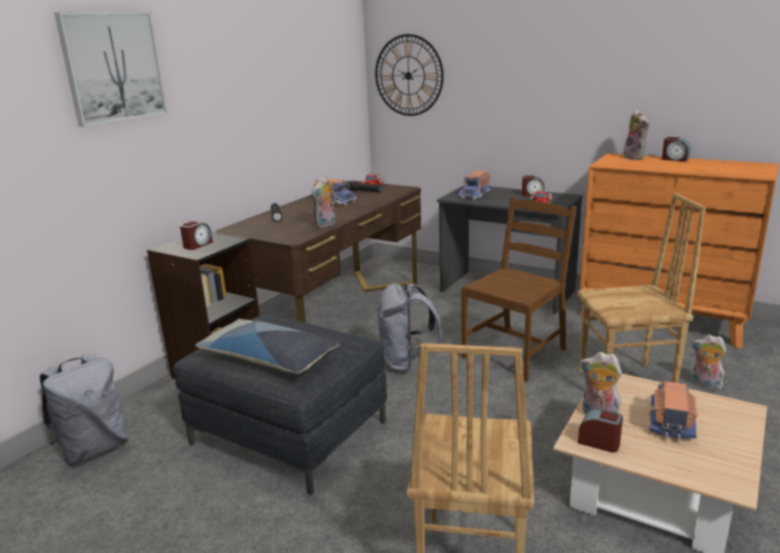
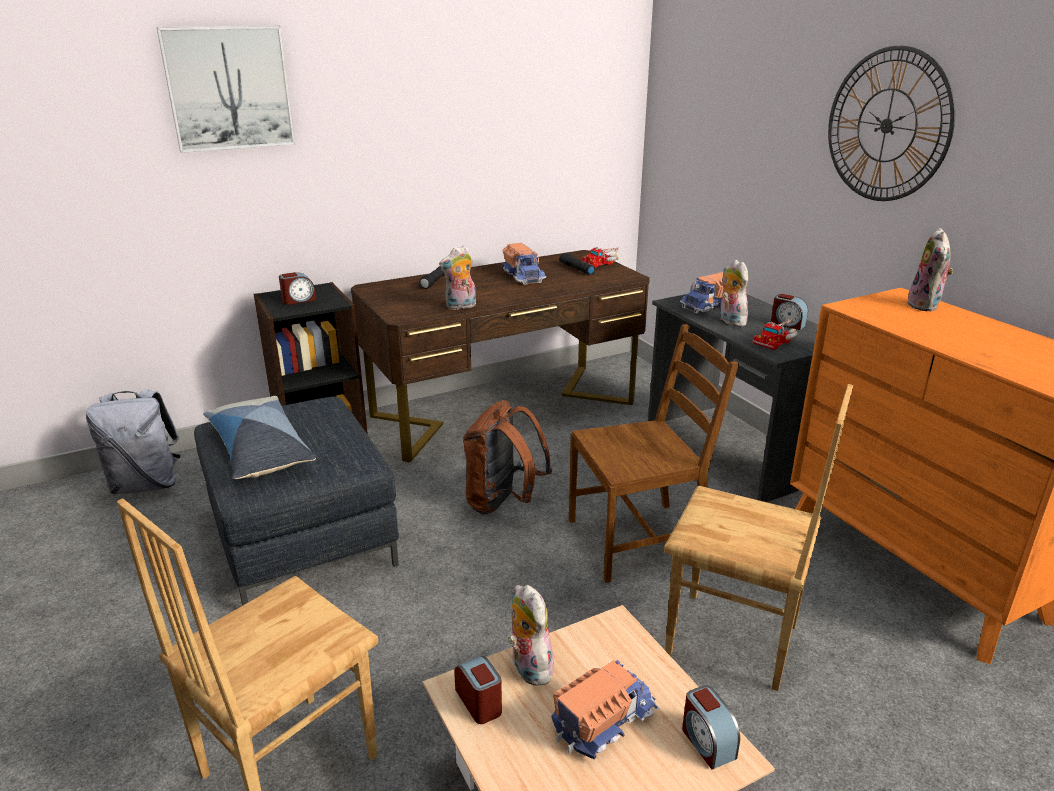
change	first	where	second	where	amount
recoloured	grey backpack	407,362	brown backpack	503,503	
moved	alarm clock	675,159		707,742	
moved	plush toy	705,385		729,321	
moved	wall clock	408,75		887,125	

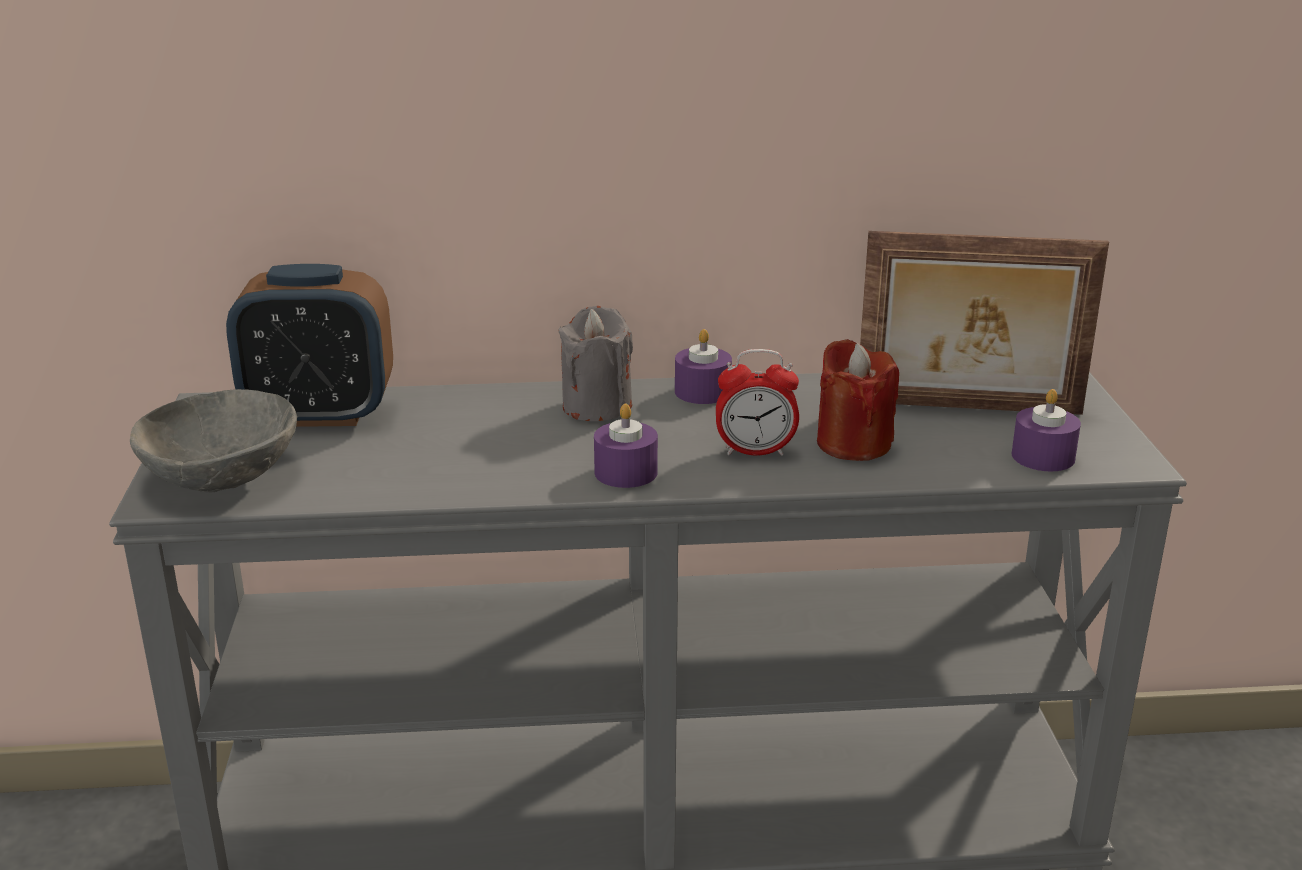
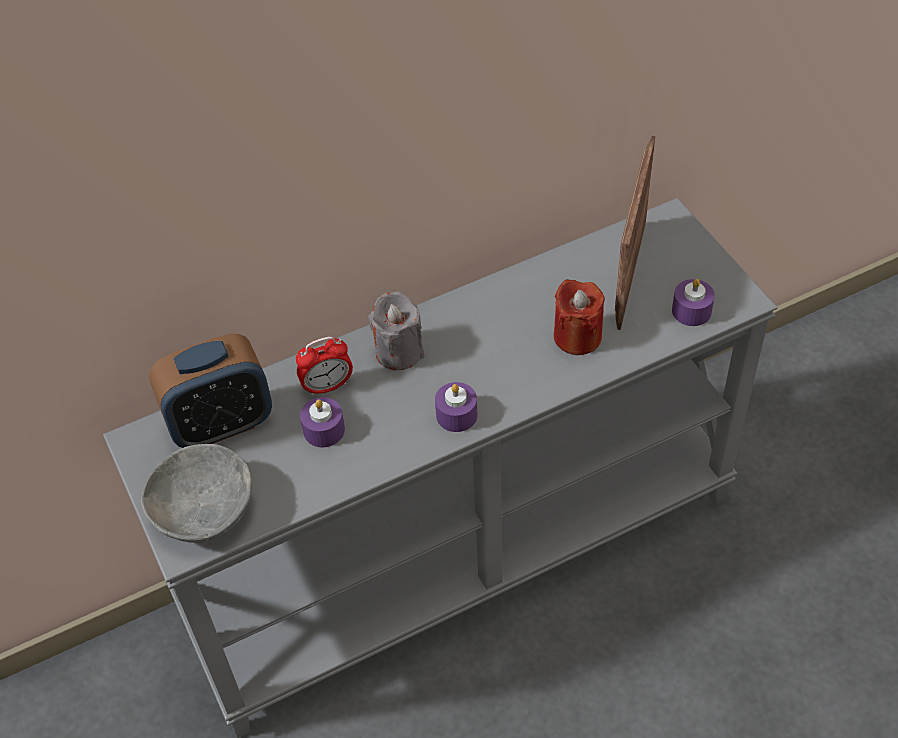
change	first	where	second	where	amount
moved	alarm clock	755,451		327,386	
moved	purple candle	702,392		324,430	
turned	picture frame	968,409		629,274	120 degrees clockwise

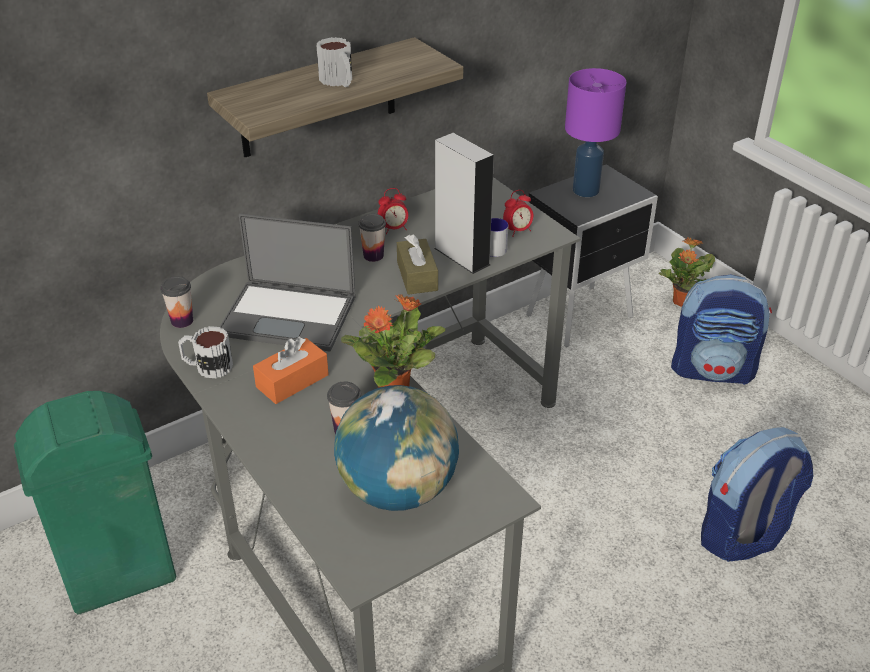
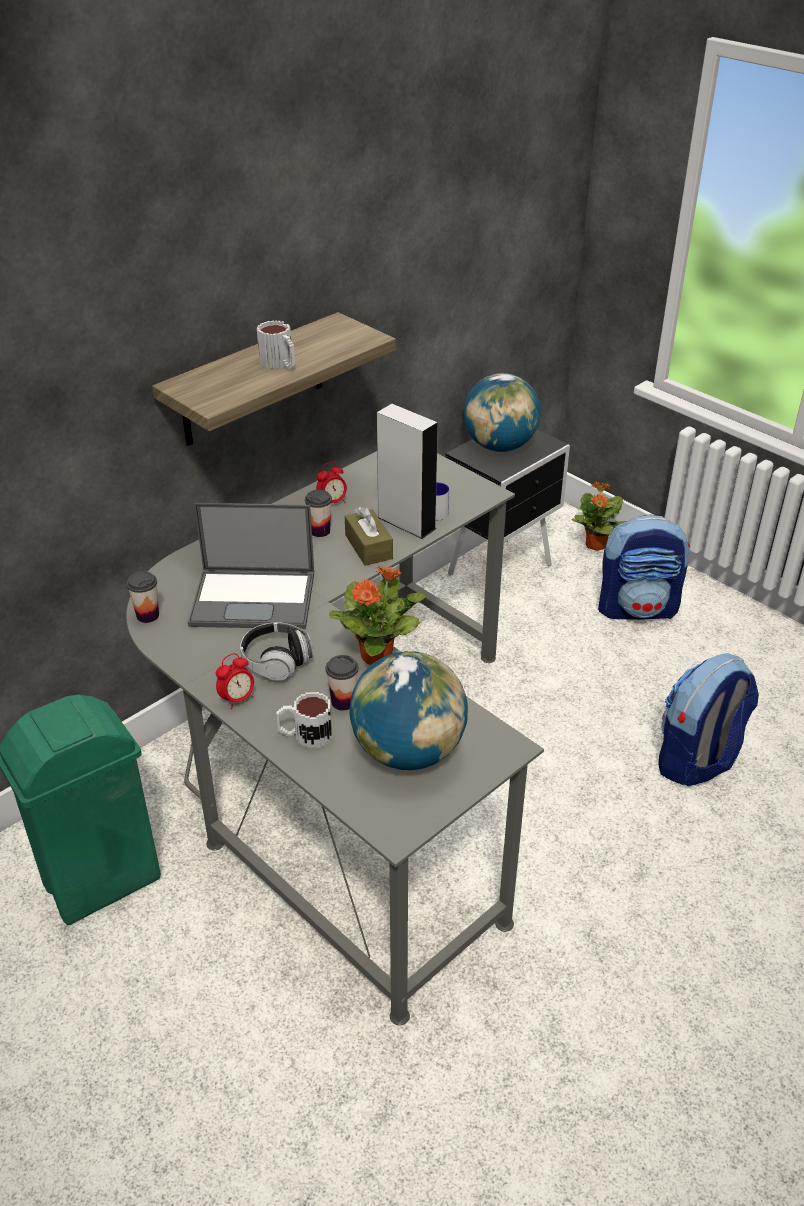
change	first	where	second	where	amount
moved	alarm clock	517,231		237,699	
replaced	orange tissue box	292,381	headphones	276,662	
moved	mug	207,366		305,735	
replaced	purple table lamp	585,191	globe	500,446	

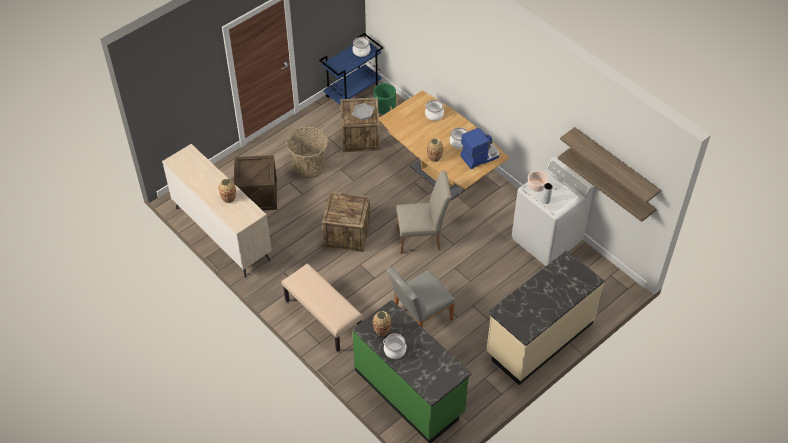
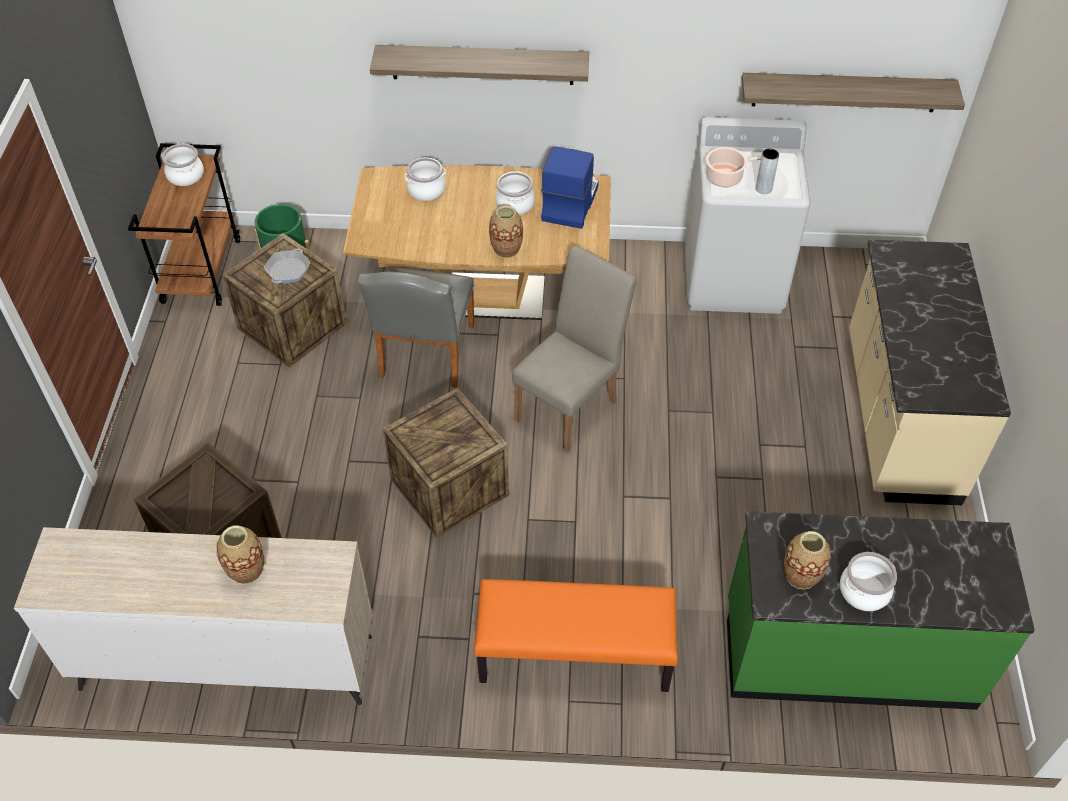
change	first	where	second	where	amount
recoloured	blue cart	353,93	brown cart	201,270	
moved	grey chair	418,317		425,356	
moved	shelf	615,164		482,64	
recoloured	beige bench	322,317	orange bench	573,656	
removed	basket	309,165			

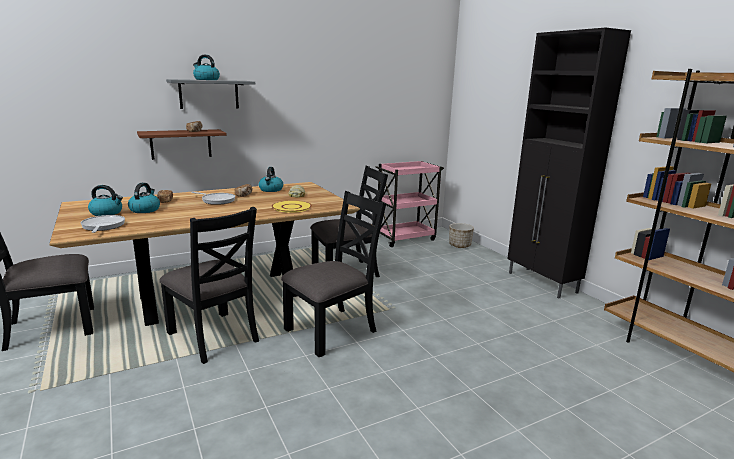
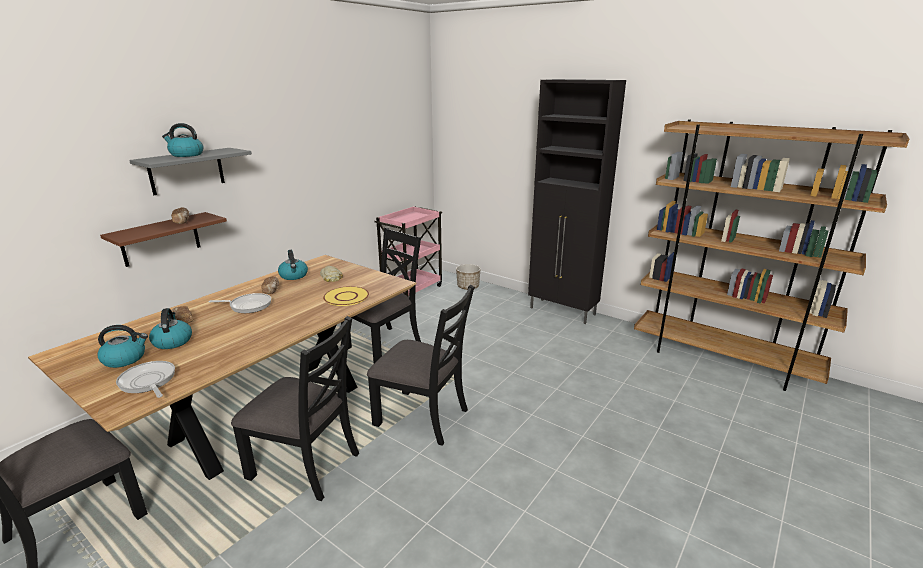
change	first	where	second	where	amount
turned	black chair	332,330		422,417	90 degrees clockwise

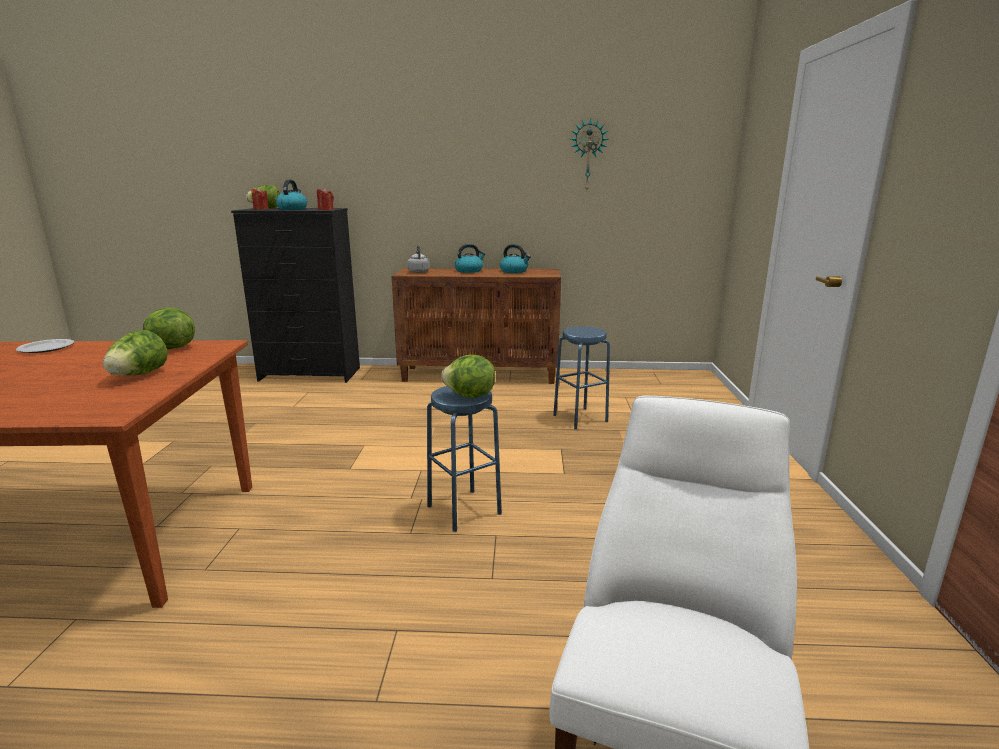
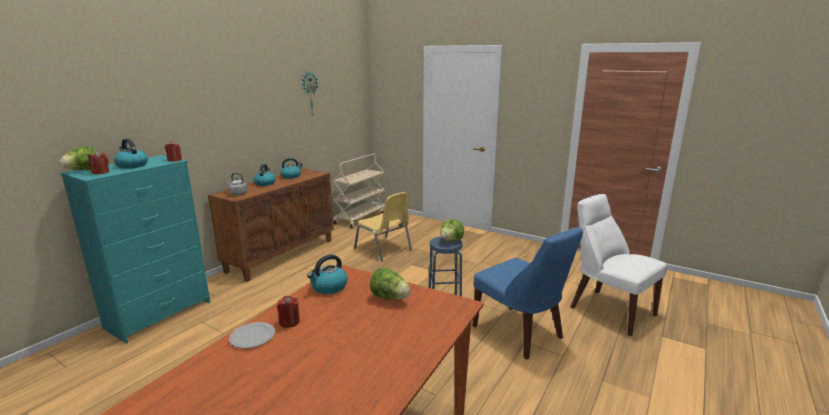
change	first	where	second	where	amount
recoloured	black dresser	310,374	turquoise dresser	160,314	
added			red candle	289,322	
replaced	lettuce	171,348	kettle	329,287	
added			beige cart	360,218	
replaced	blue stool	580,418	yellow chair	384,249	
added			blue chair	520,333	

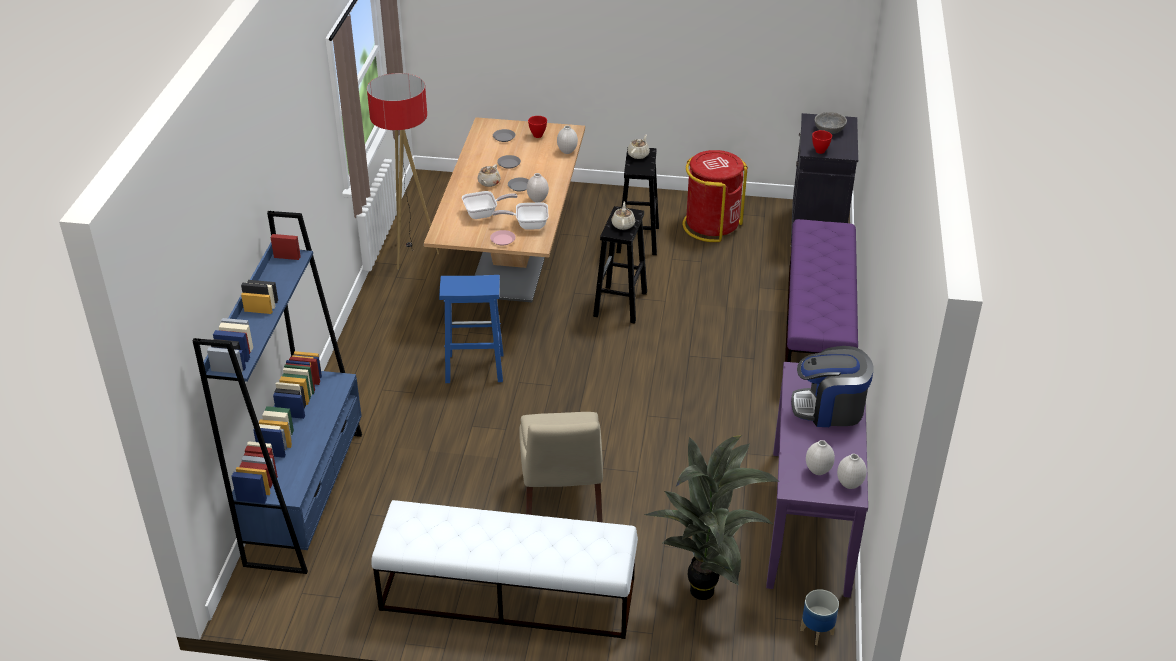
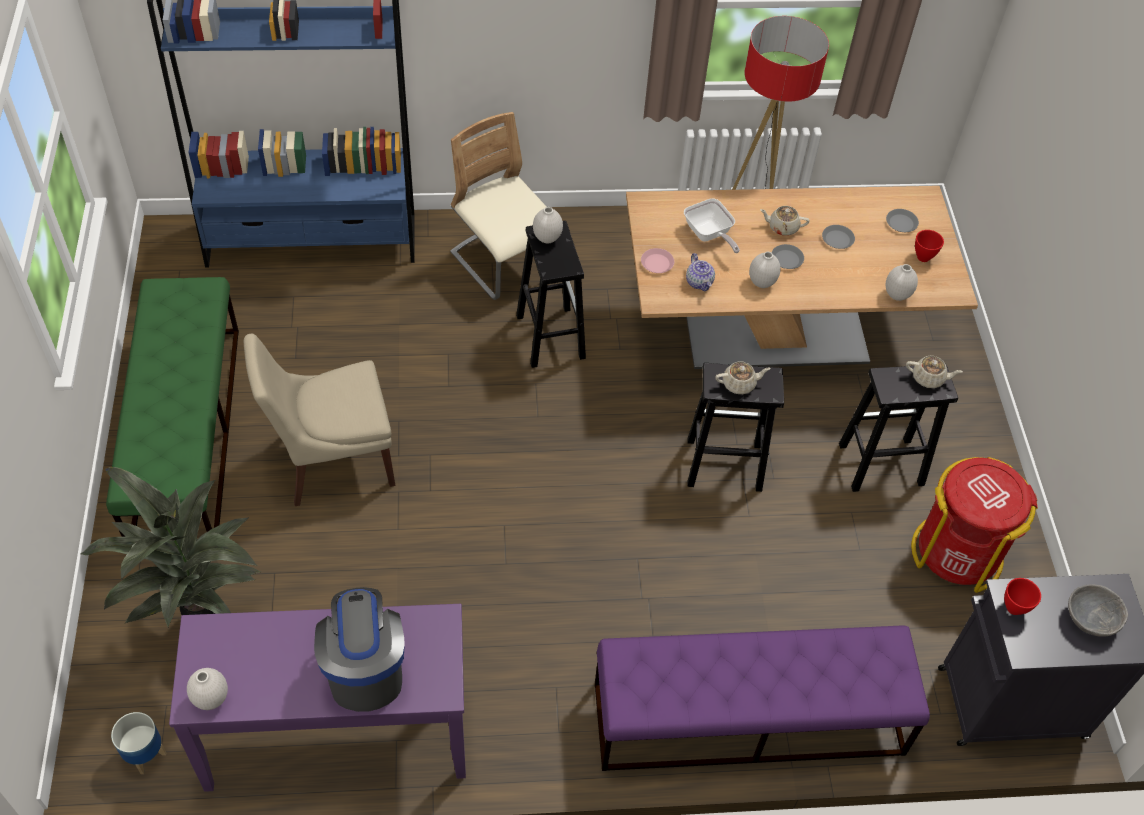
change	first	where	second	where	amount
recoloured	white bench	507,595	green bench	187,434	
added			beige chair	504,263	
recoloured	blue stool	473,368	black stool	550,335	
moved	white vase	817,470		547,238	
replaced	frying pan	528,225	teapot	699,282	

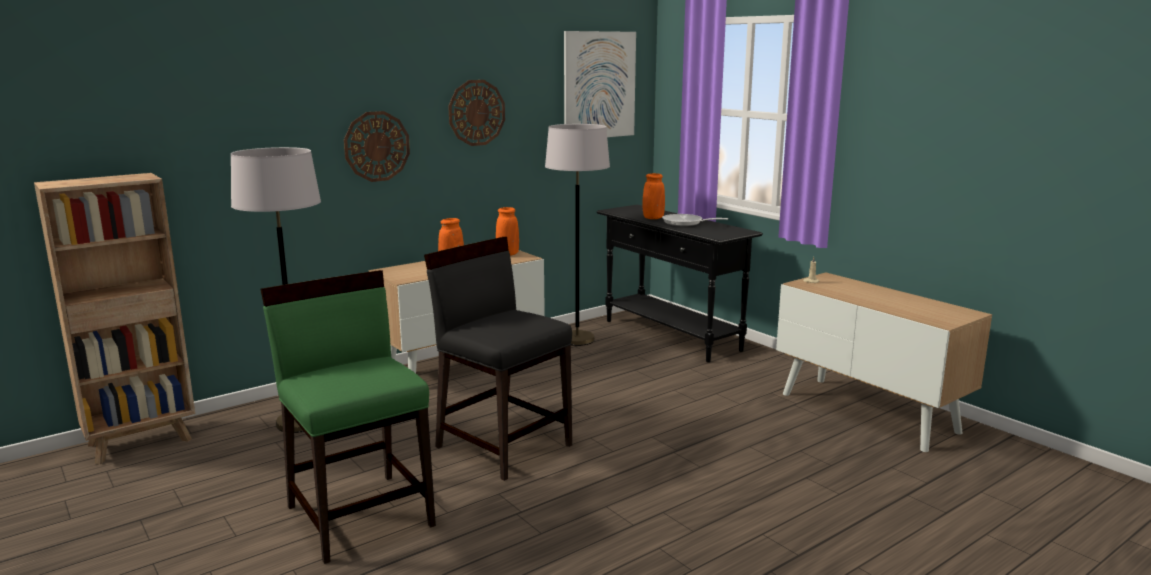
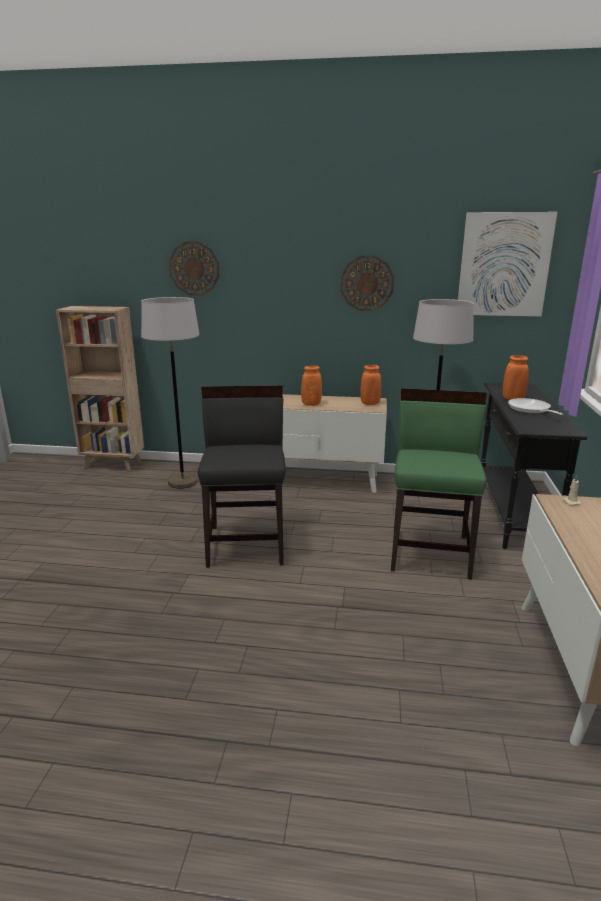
change	first	where	second	where	amount
moved	wall clock	377,146		194,268	
moved	green chair	360,514		430,552	

